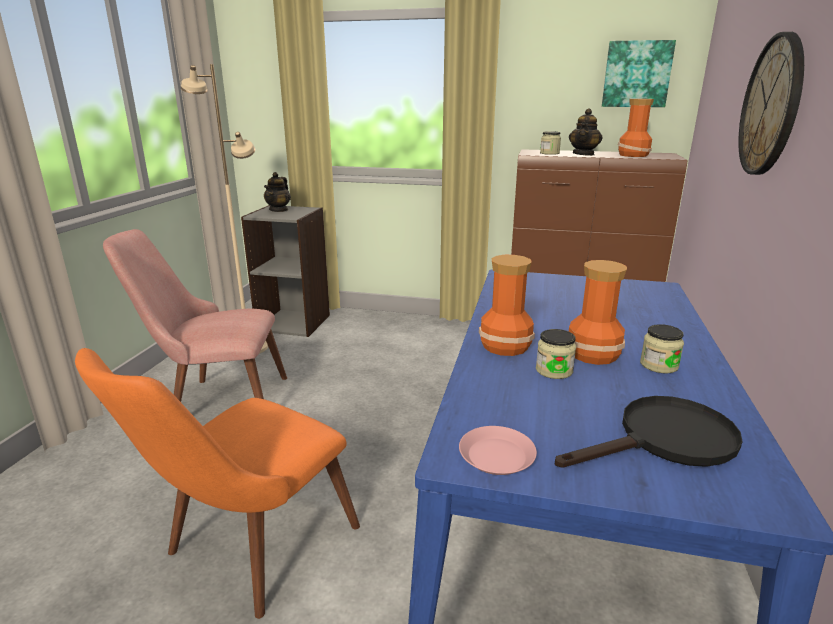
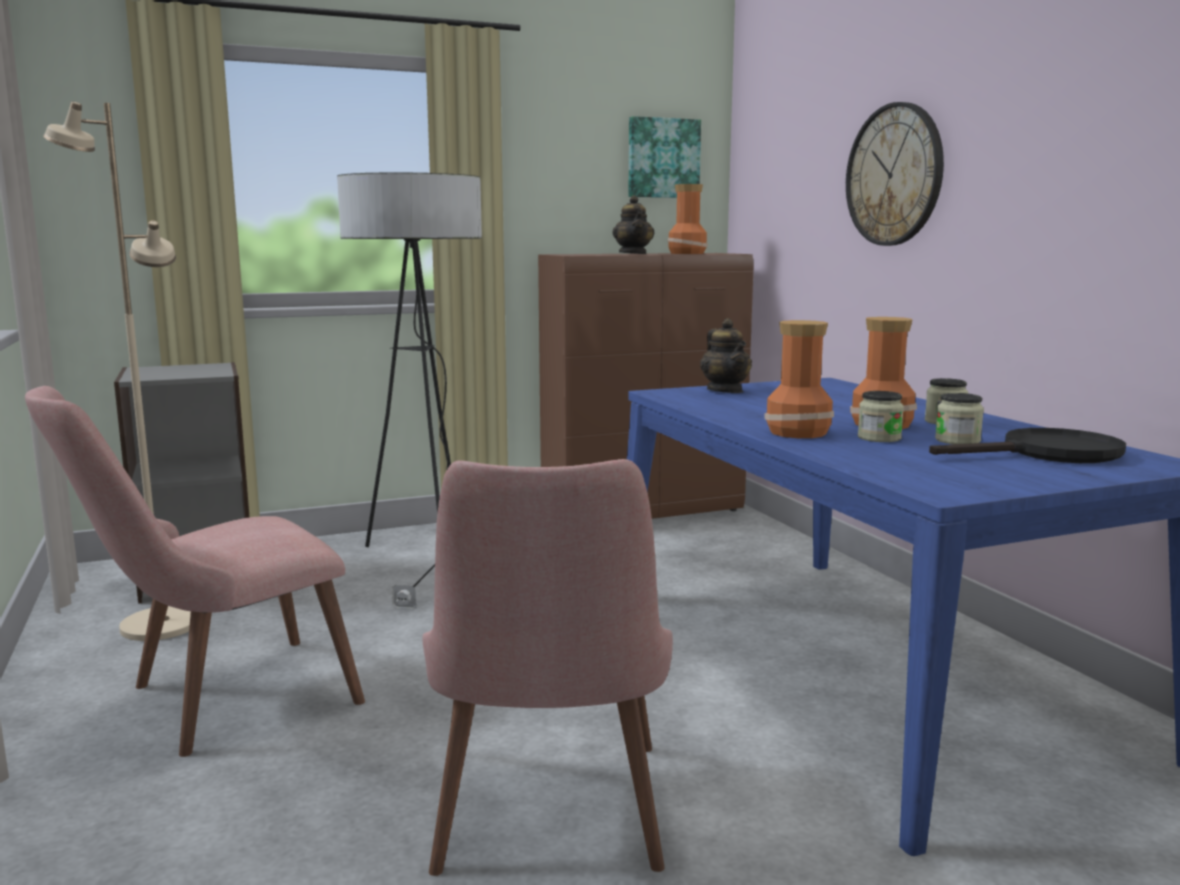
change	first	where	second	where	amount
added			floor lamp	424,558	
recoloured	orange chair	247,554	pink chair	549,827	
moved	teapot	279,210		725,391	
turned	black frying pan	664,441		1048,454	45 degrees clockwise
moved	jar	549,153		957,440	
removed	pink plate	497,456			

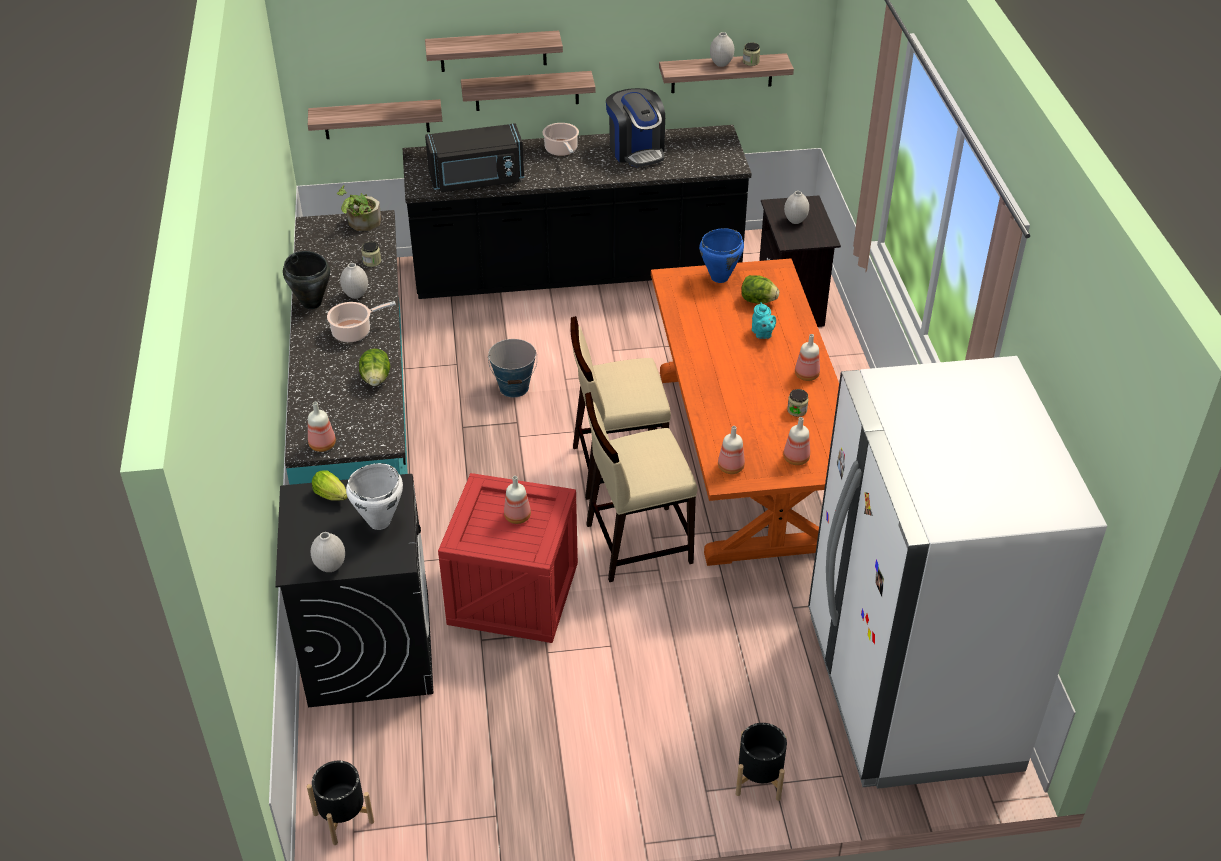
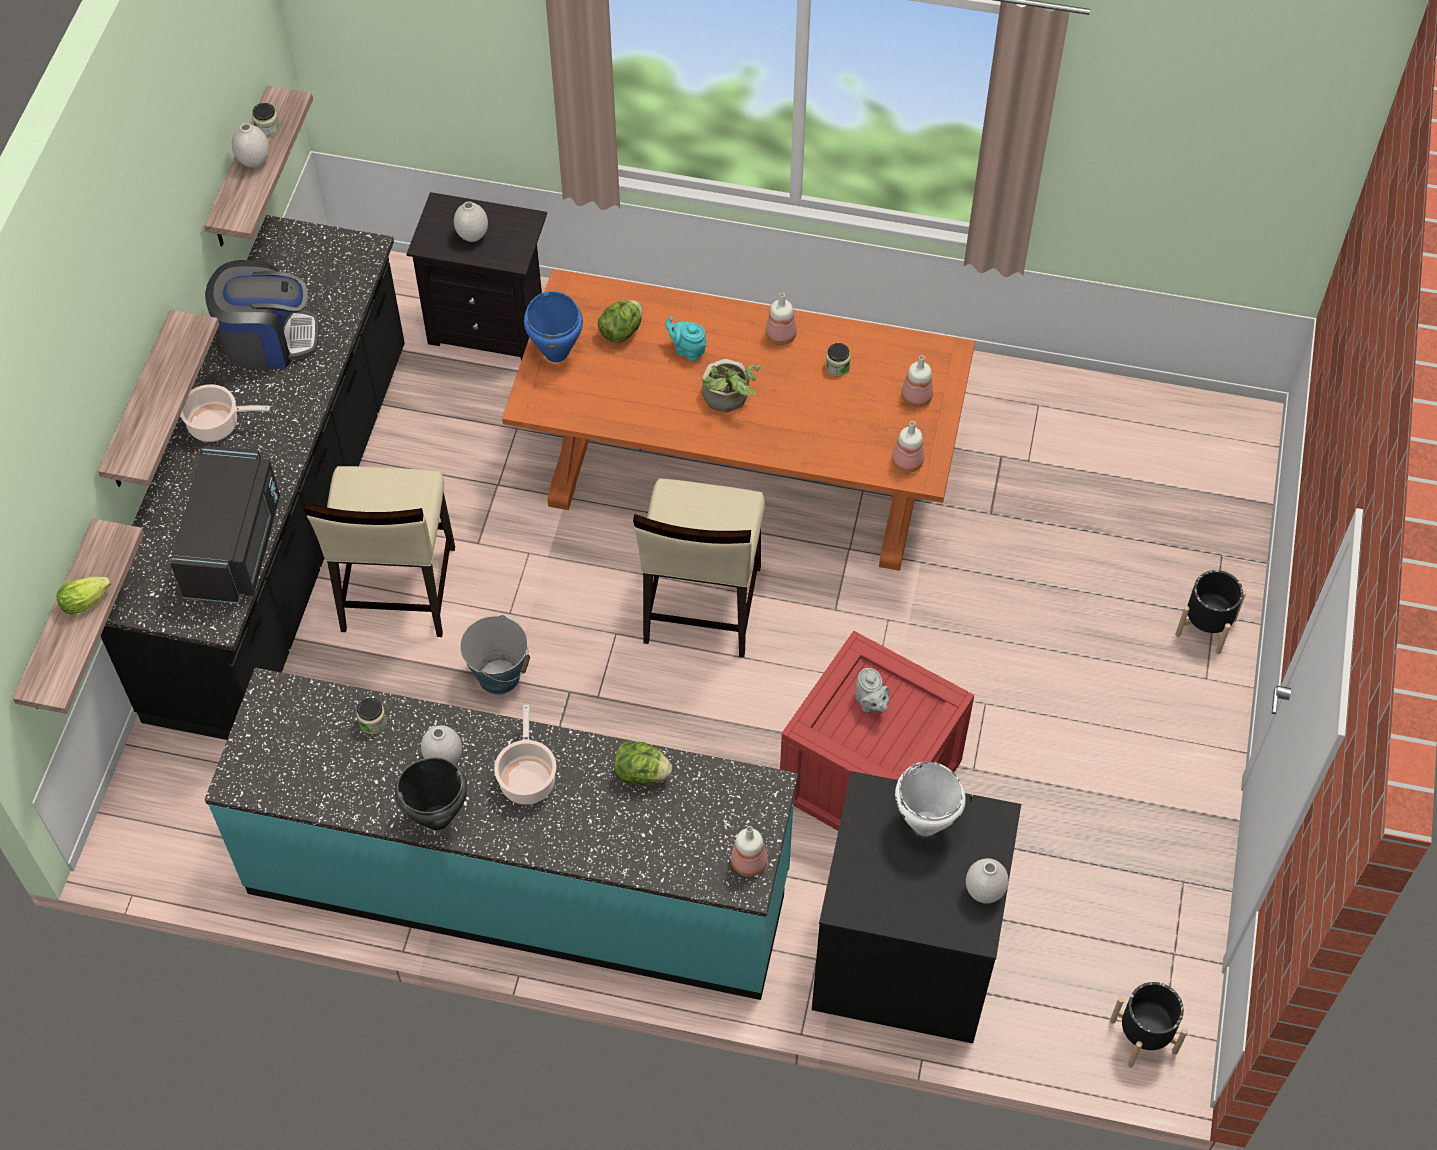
change	first	where	second	where	amount
moved	lettuce	333,496		88,600	
moved	beige chair	637,543		397,590	
turned	turquoise teapot	762,334		687,350	150 degrees counterclockwise
moved	potted plant	361,224		729,399	
replaced	bottle	518,516	grey teapot	870,704	
removed	shelf	493,51			
removed	white fridge	909,691			

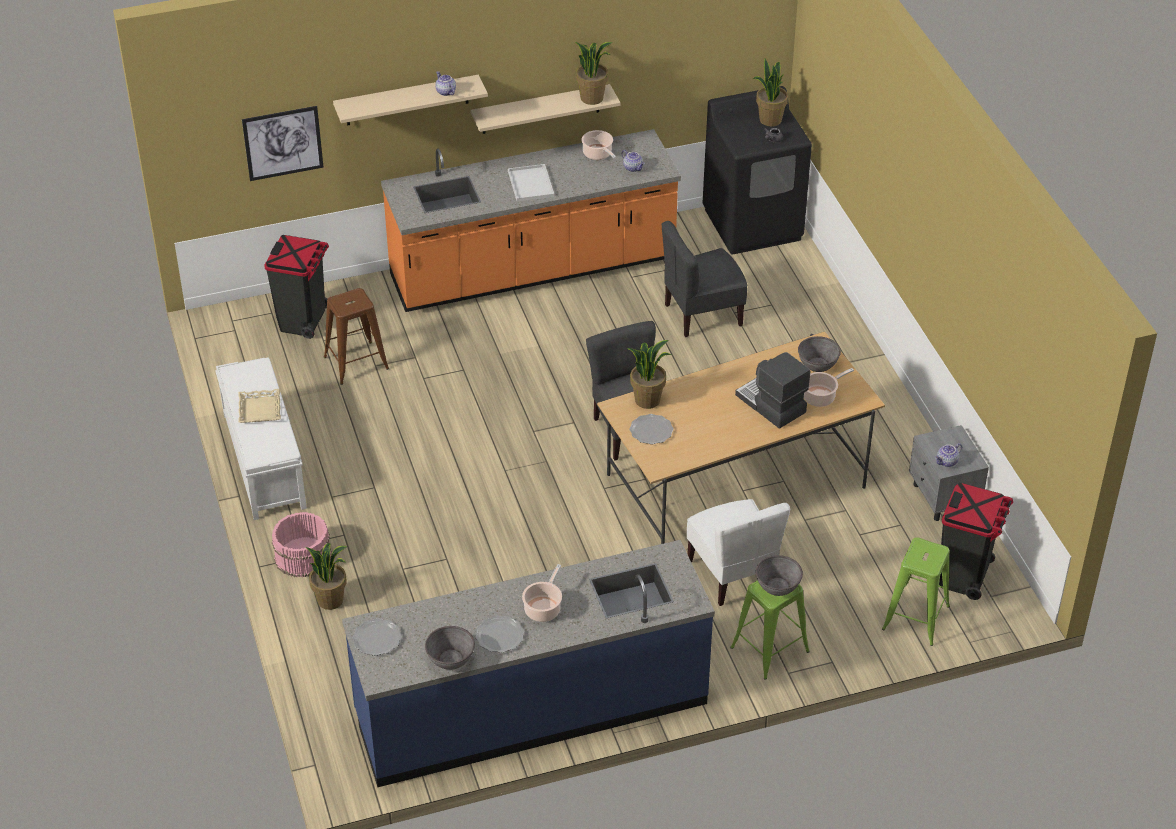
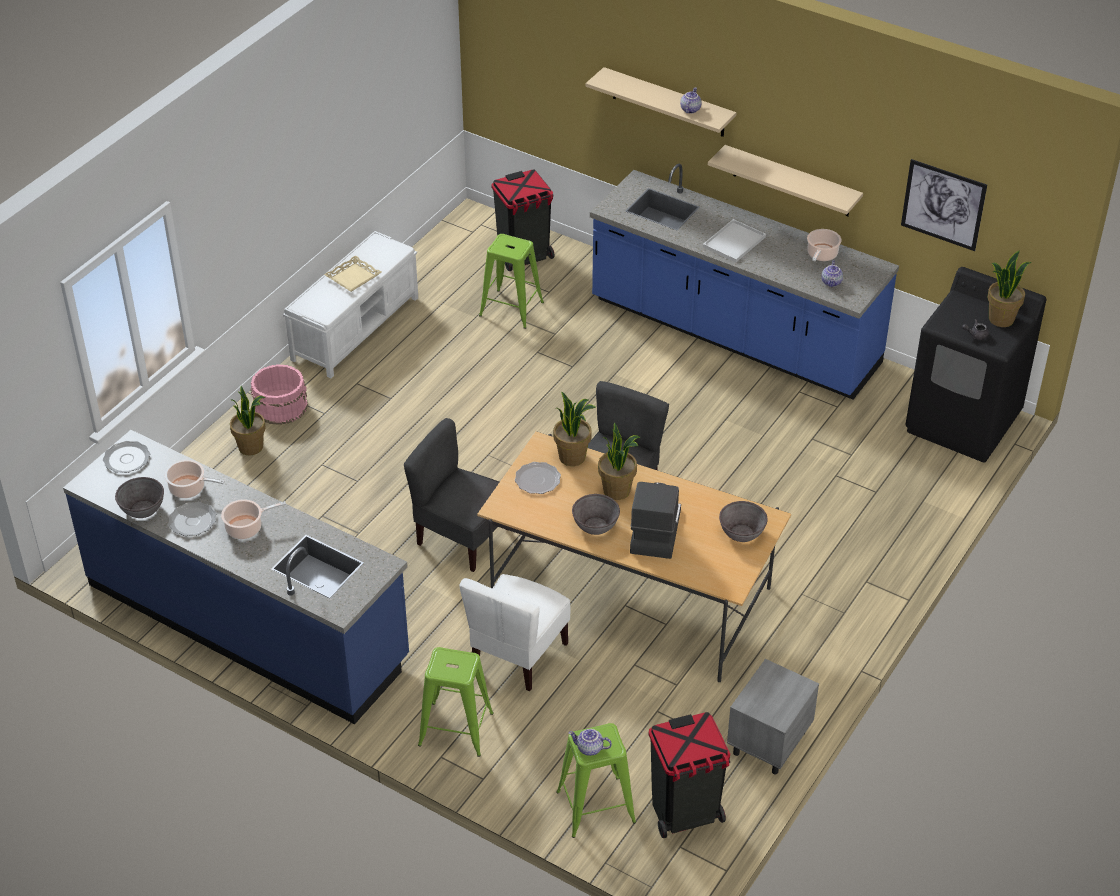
change	first	where	second	where	amount
moved	cooking pot	821,397		189,489	
moved	grey chair	702,314		462,538	
recoloured	brown stool	355,363	green stool	511,309	
moved	teapot	947,462		589,749	
moved	grey bowl	777,586		595,525	
recoloured	orange counter	533,270	blue counter	734,334	
moved	potted plant	592,98		617,490	
moved	picture	283,143		943,205	

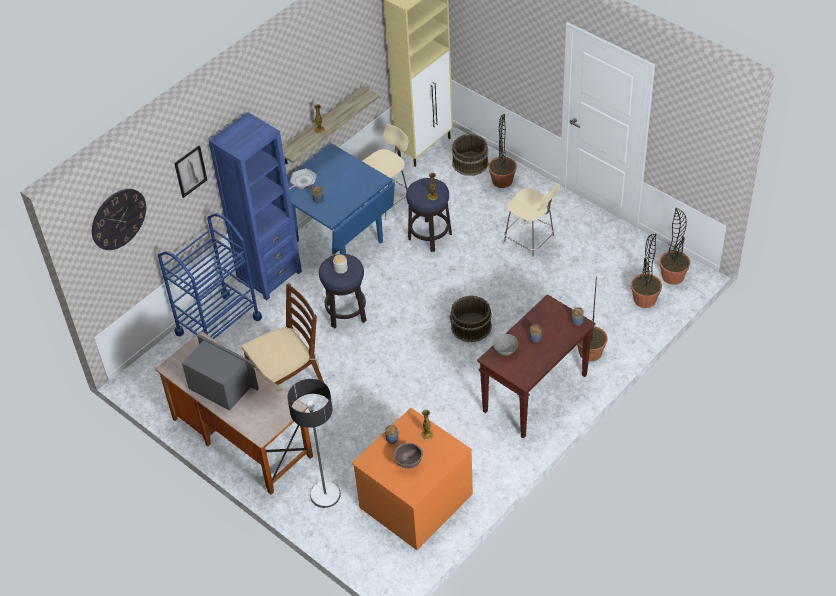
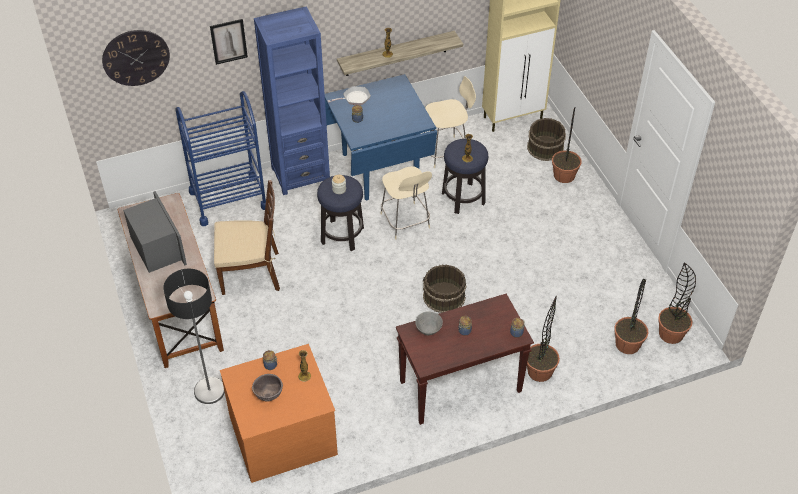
change	first	where	second	where	amount
moved	beige chair	530,242		405,222	

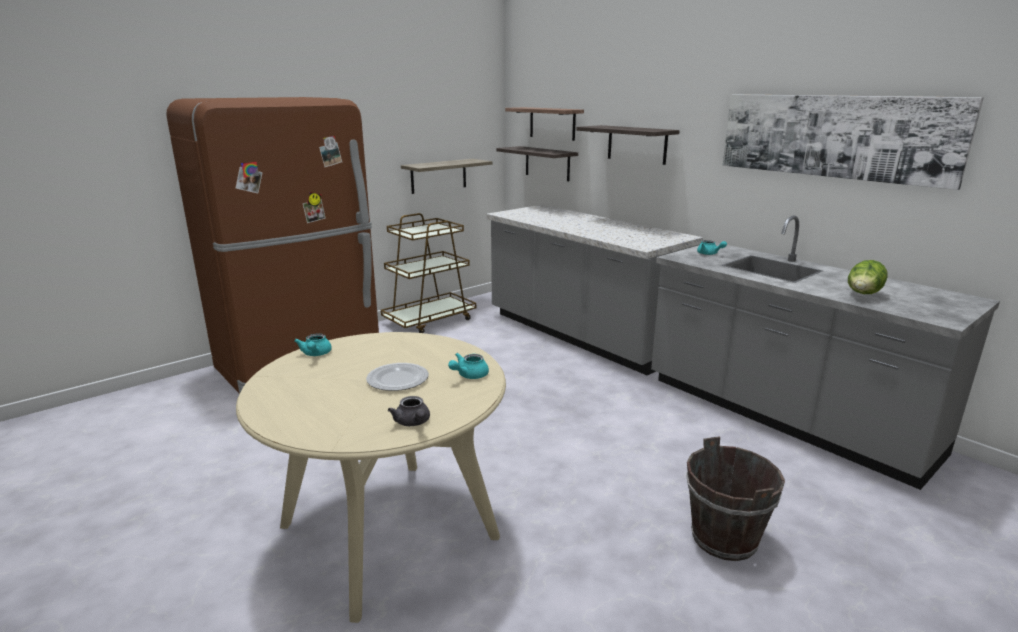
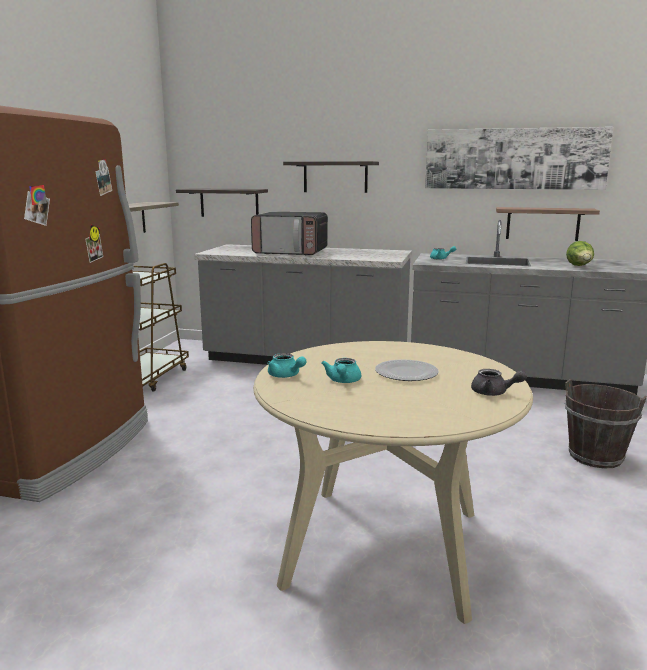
change	first	where	second	where	amount
added			microwave	291,252	
moved	turquoise teapot	469,375		343,381	
moved	shelf	552,123		542,223	

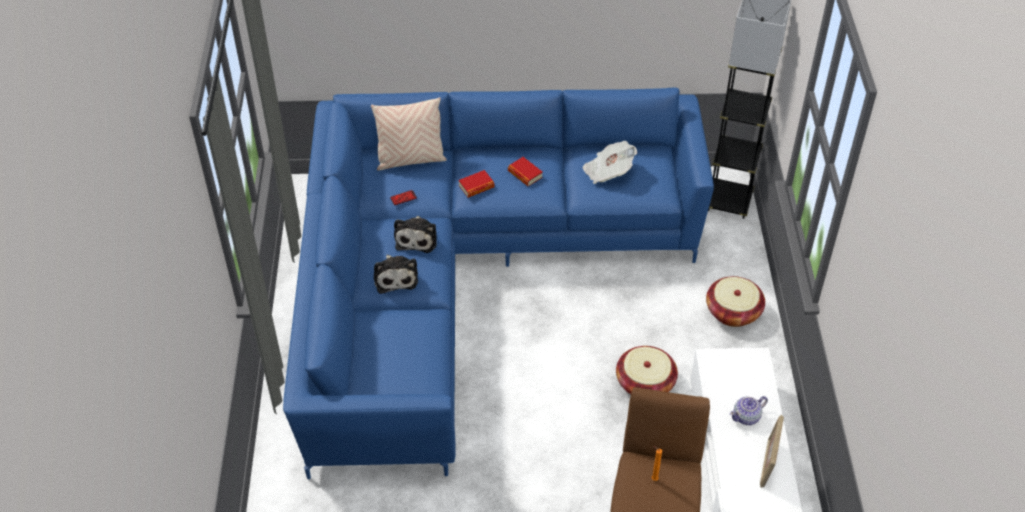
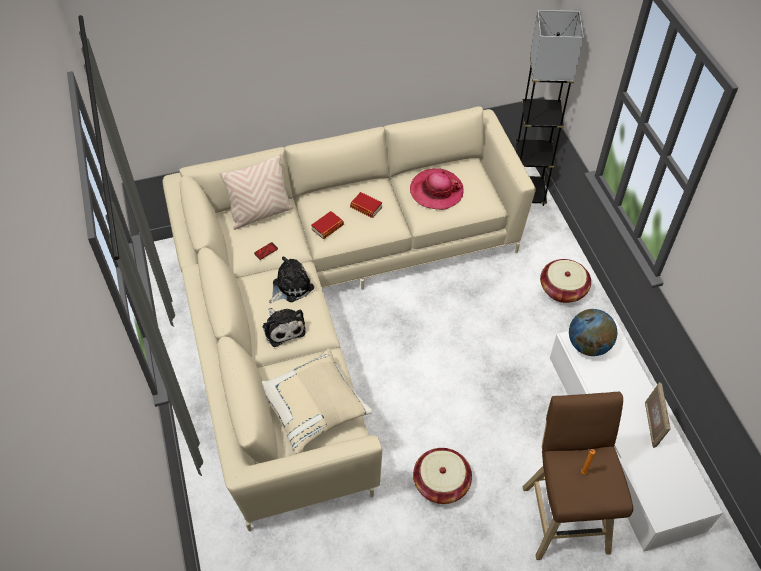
change	first	where	second	where	amount
recoloured	blue sofa	462,274	beige sofa	326,305	
added			beige pillow	314,408	
turned	plush toy	417,238		290,286	120 degrees counterclockwise
replaced	newspaper	608,172	hat	436,191	
moved	basket	645,383		441,483	
added			globe	588,345	
removed	teapot	746,417			

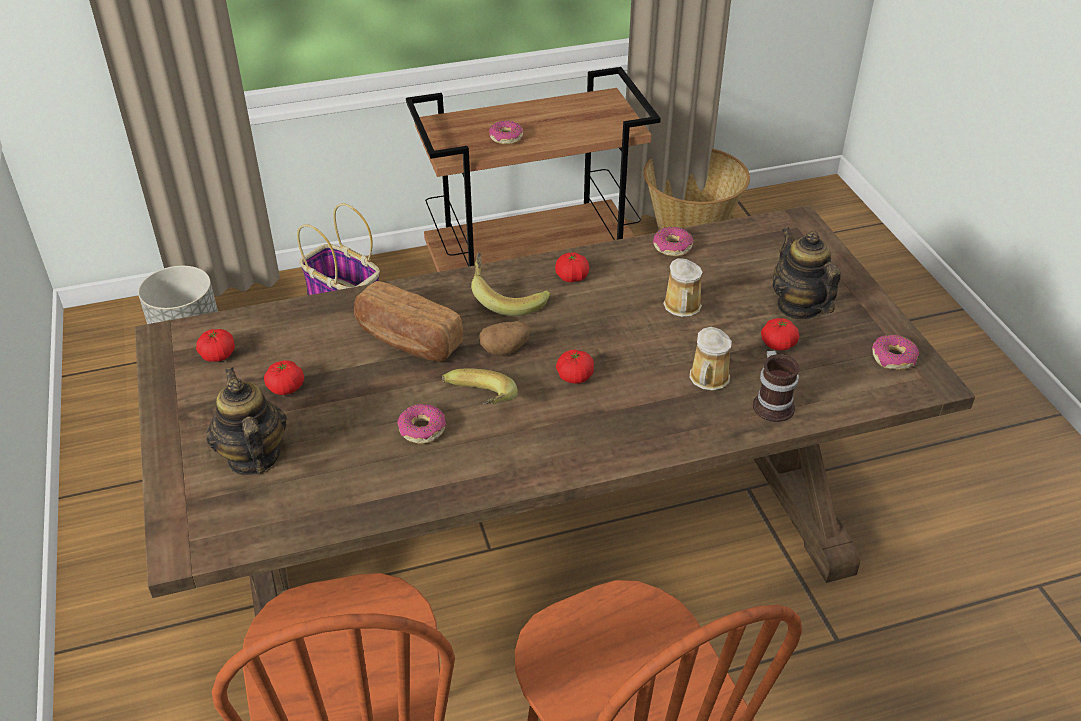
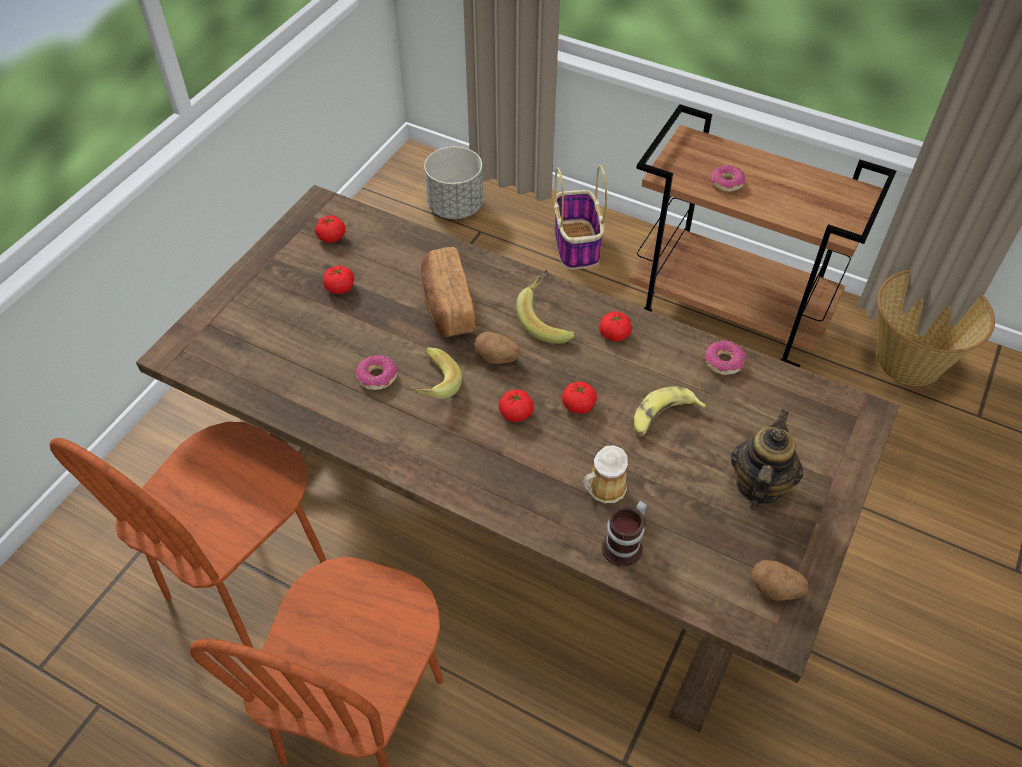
change	first	where	second	where	amount
moved	tomato	778,344		578,405	
replaced	mug	682,308	banana	663,417	
replaced	donut	893,358	potato	775,588	
removed	teapot	253,457			

